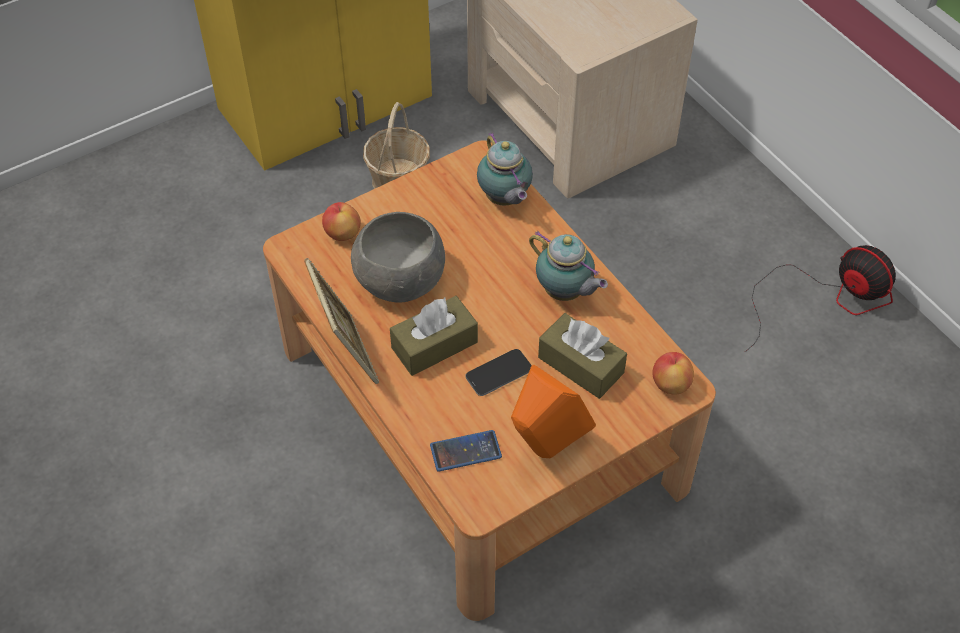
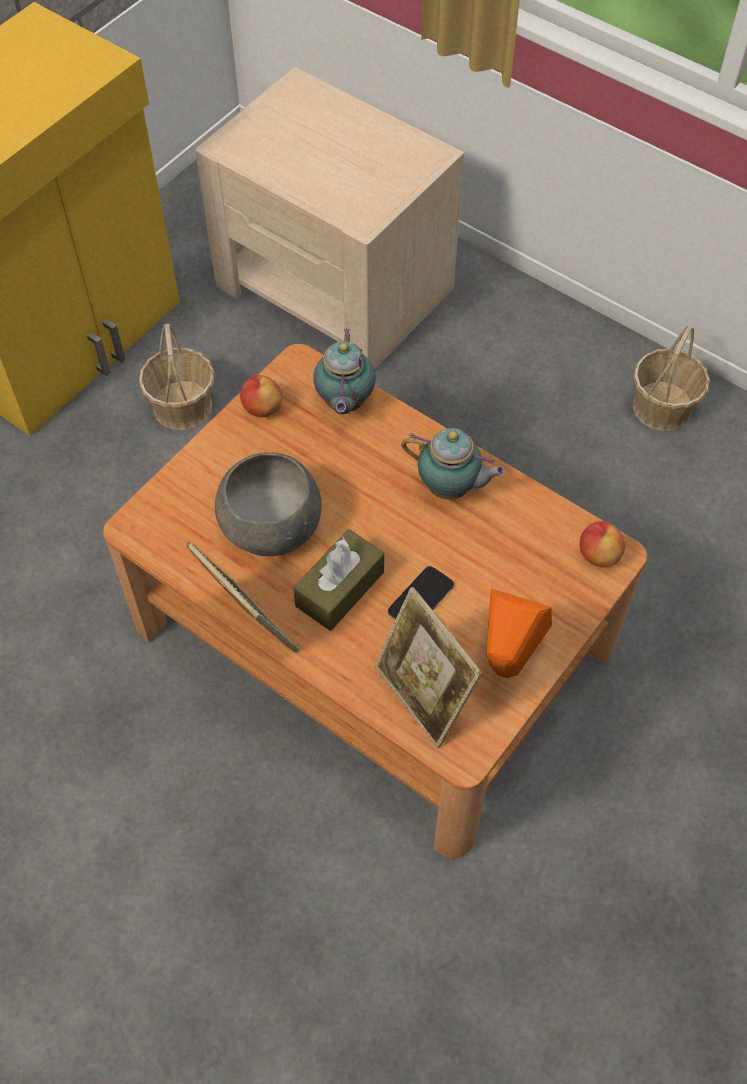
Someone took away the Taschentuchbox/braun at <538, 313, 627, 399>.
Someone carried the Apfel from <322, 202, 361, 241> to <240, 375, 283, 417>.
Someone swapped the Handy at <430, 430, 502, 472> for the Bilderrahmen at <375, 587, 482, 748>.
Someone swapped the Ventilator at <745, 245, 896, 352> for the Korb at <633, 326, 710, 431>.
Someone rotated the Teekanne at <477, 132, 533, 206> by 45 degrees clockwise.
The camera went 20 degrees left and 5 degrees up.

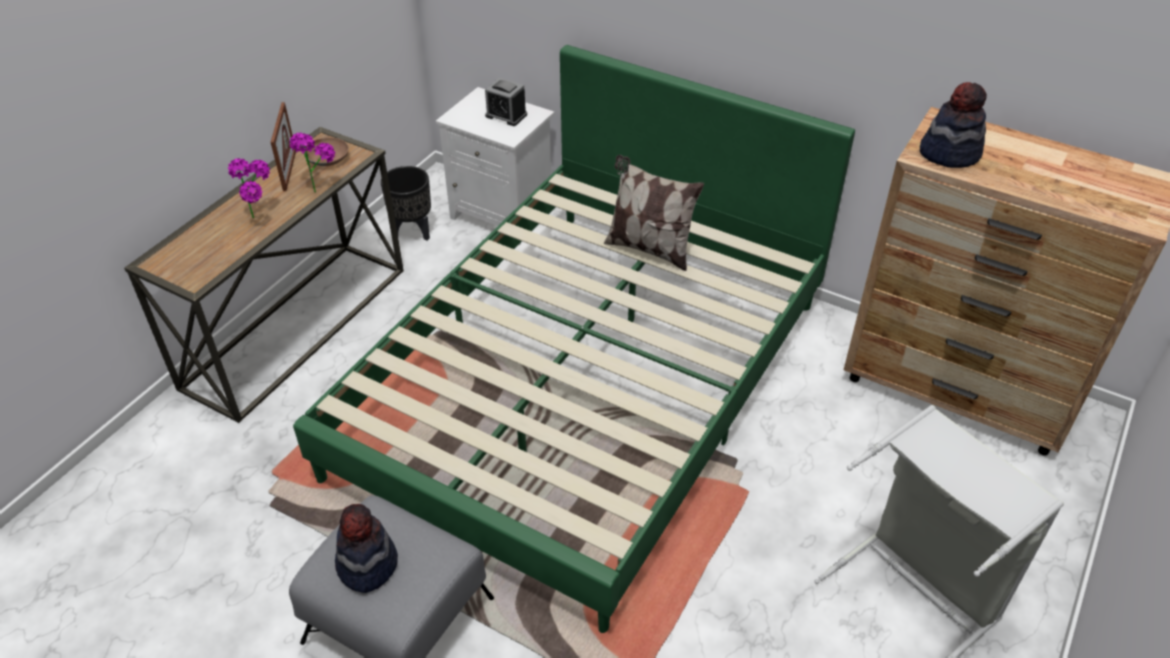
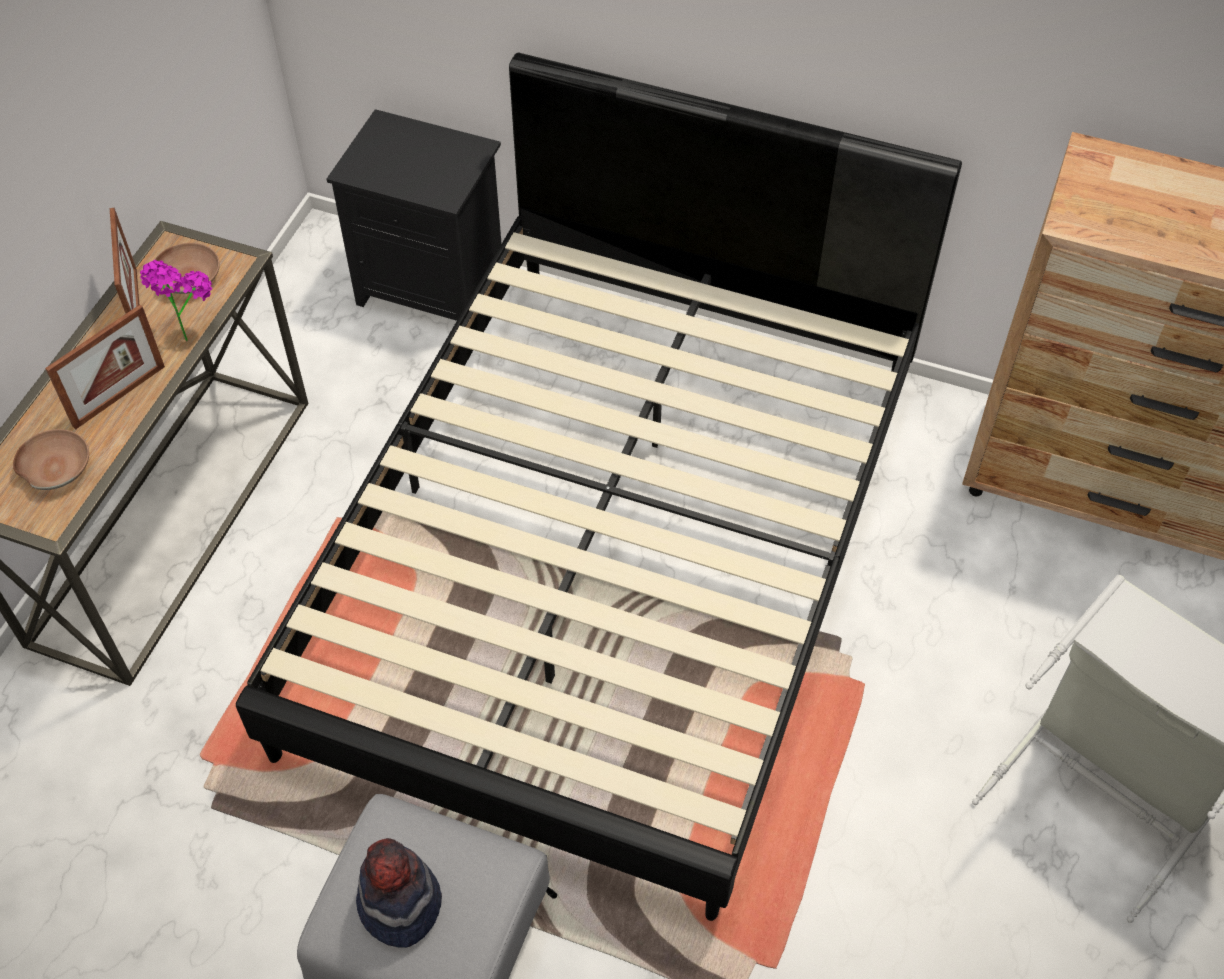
Someone took away the Pflanzkübel/schwarz at <381, 166, 431, 241>.
Someone took away the Wecker at <485, 78, 527, 126>.
Someone took away the Kissen at <604, 155, 704, 271>.
Someone took away the Hut at <920, 82, 987, 168>.
Someone put down the Schüssel/braun at <13, 429, 89, 490>.
Someone swapped the Topfpflanze at <228, 158, 270, 218> for the Bilderrahmen at <45, 305, 165, 430>.
Someone repainted the Bett/grün at <293, 45, 855, 633>, which became the Bett/schwarz at <236, 52, 962, 921>.
Someone repainted the Nachttisch/weiß at <436, 87, 554, 245>, which became the Nachttisch/schwarz at <326, 109, 502, 321>.
The camera went 10 degrees left and 10 degrees up.

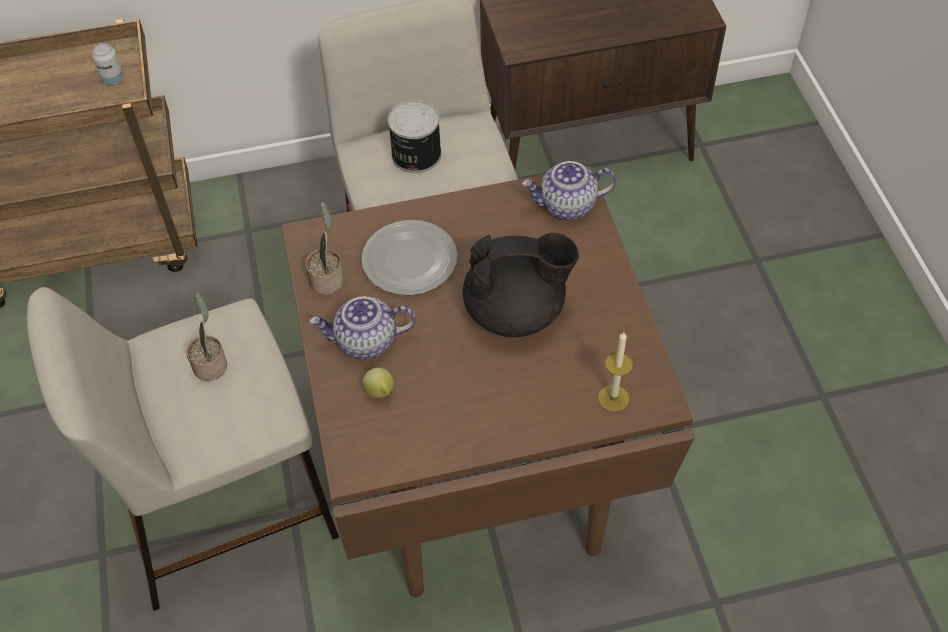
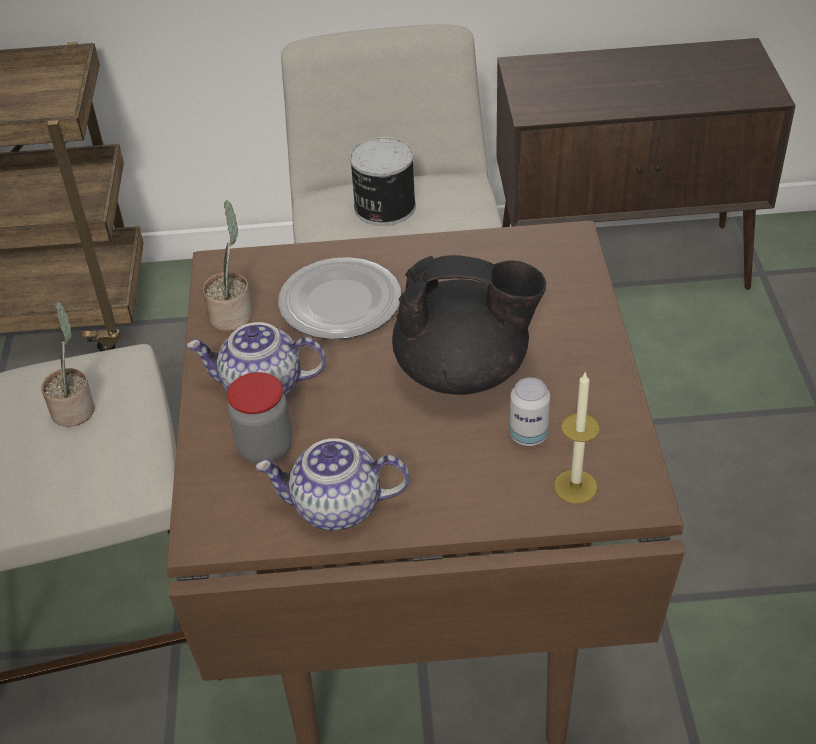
Someone carried the Dose from <92, 43, 124, 85> to <510, 378, 550, 446>.
Someone carried the Teekanne from <522, 161, 616, 220> to <256, 438, 410, 531>.
Someone swapped the Zitrone at <363, 368, 394, 398> for the Vorratsglas at <227, 372, 292, 464>.
The camera went 10 degrees right and 10 degrees down.

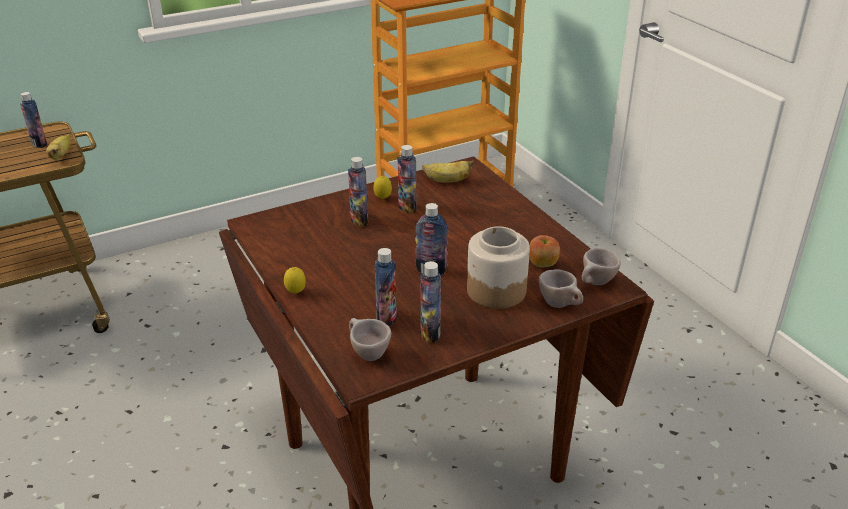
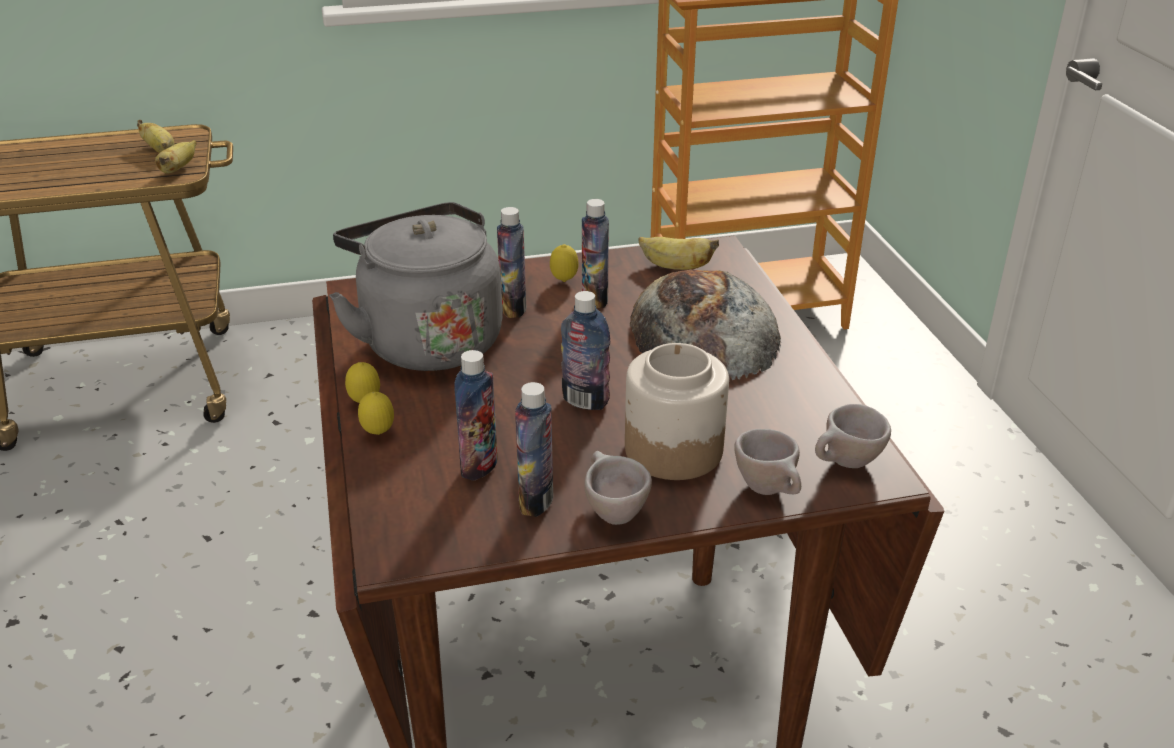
Someone took away the Apfel at <529, 235, 560, 268>.
Someone put down the Wasserkessel/grau at <329, 202, 503, 371>.
Someone put down the Zitrone at <358, 392, 394, 435>.
Someone put down the Brot at <630, 270, 781, 380>.
Someone carried the Tasse/beige from <349, 318, 391, 361> to <584, 451, 652, 525>.
Someone swapped the Flasche at <20, 92, 47, 148> for the Banane at <137, 120, 174, 153>.
The camera went 15 degrees right and 0 degrees up.

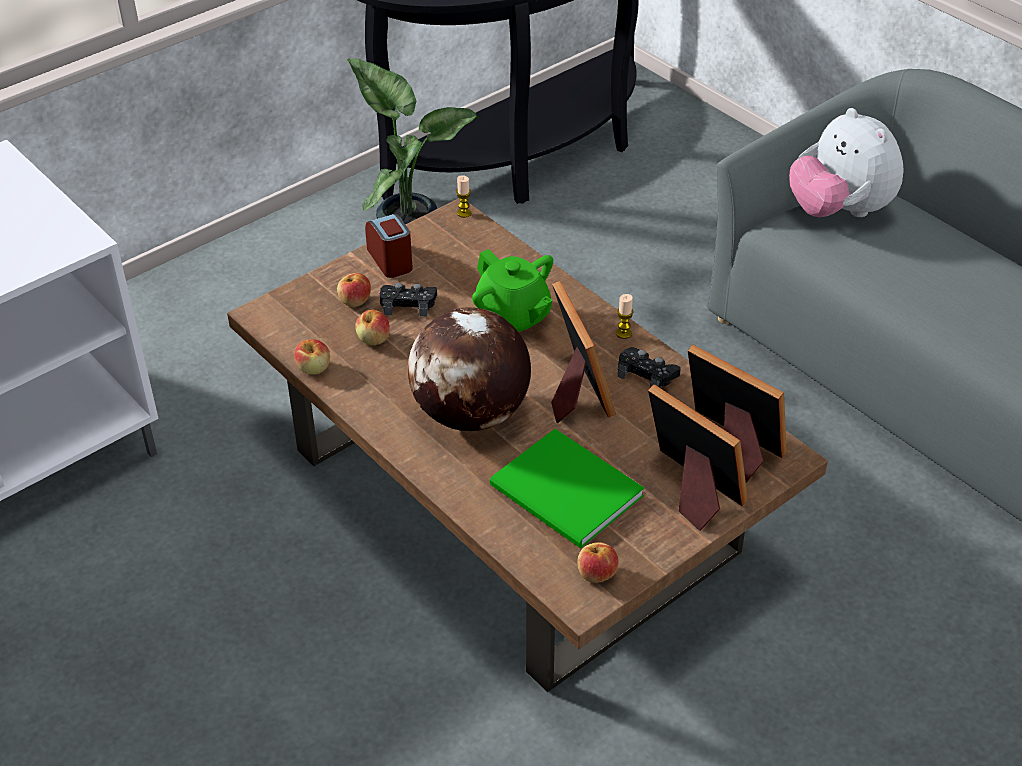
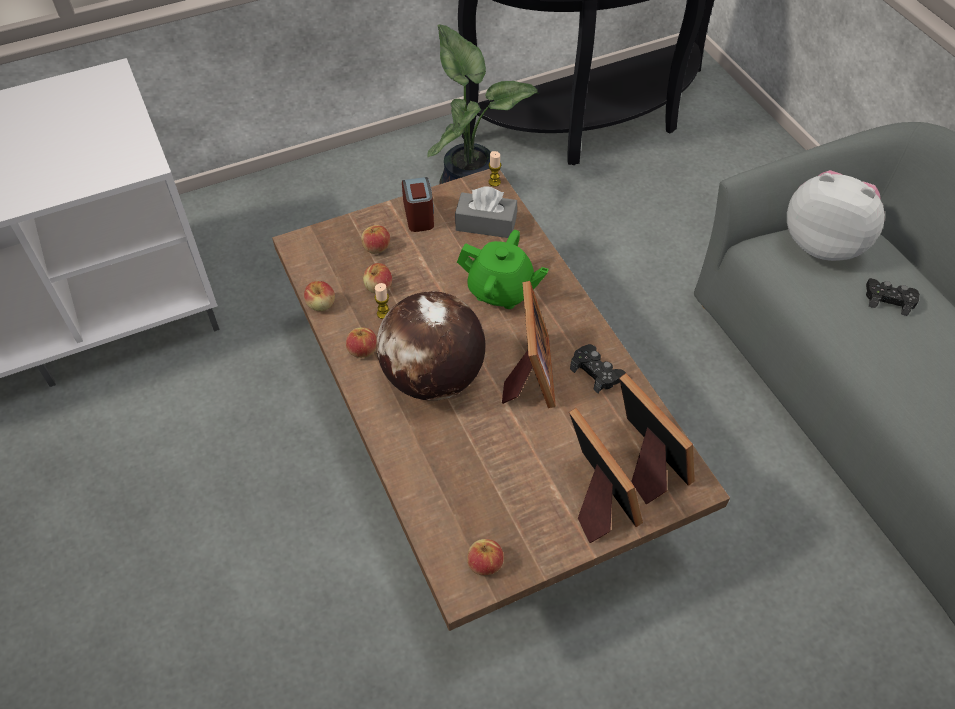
Someone took away the Buch/grün at <490, 429, 644, 548>.
Someone put down the Apfel at <346, 327, 377, 358>.
Someone put down the Taschentuchbox/grau at <455, 186, 517, 238>.
Someone carried the Gamepad/schwarz from <380, 283, 437, 316> to <866, 278, 920, 316>.
Someone carried the Kerze from <616, 294, 633, 339> to <374, 283, 389, 319>.
Someone rotated the Teekanne/grün at <472, 249, 553, 332> by 45 degrees counterclockwise.
Someone rotated the Plüschtier at <789, 108, 904, 217> by 135 degrees clockwise.
The camera went 15 degrees right and 10 degrees up.

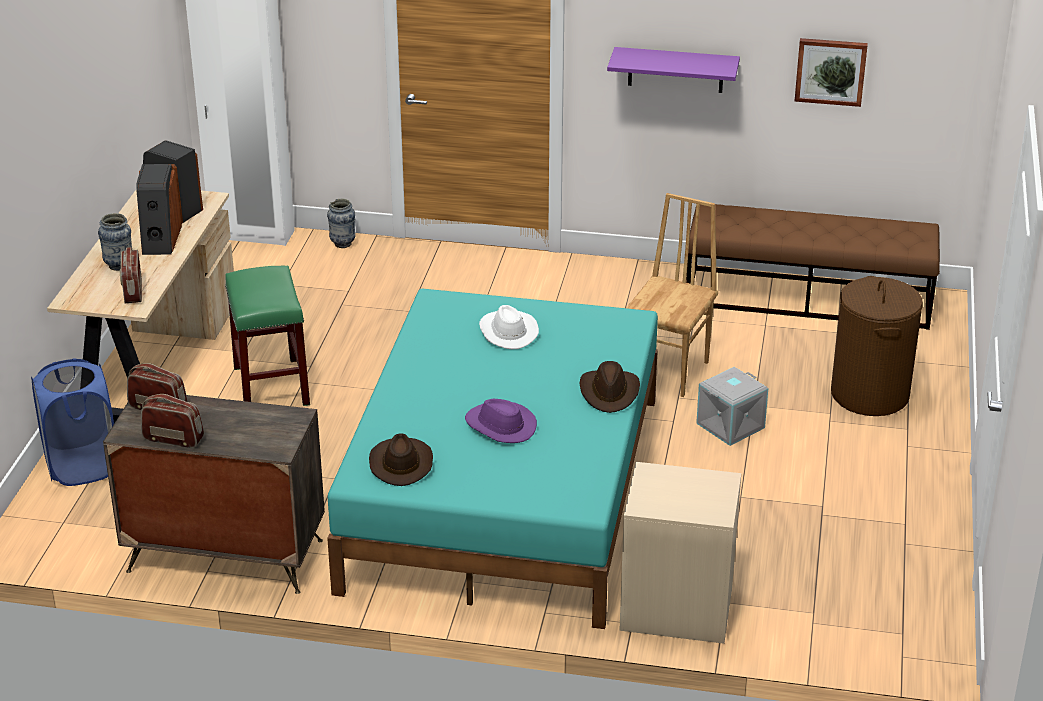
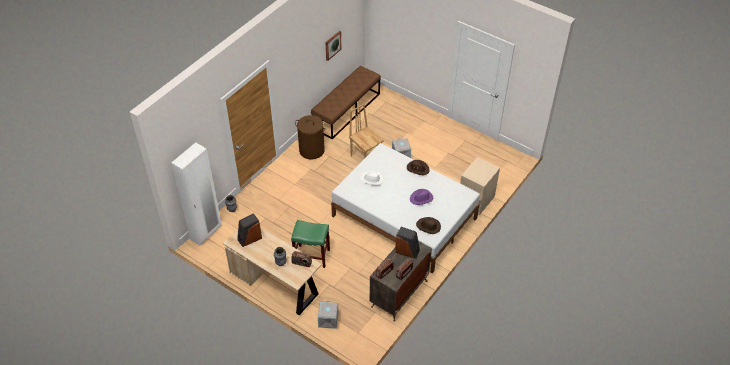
Someone took away the Wandregal/lila at <607, 47, 740, 93>.
Someone carried the Lautsprecher from <136, 164, 182, 255> to <395, 227, 420, 259>.
Someone carried the Wäschekorb/braun from <831, 276, 923, 416> to <295, 115, 325, 160>.
Someone swapped the Wäschekorb/blau at <31, 359, 114, 486> for the Aufbewahrungsbox/grau at <318, 301, 339, 329>.
Someone repainted the Bett/türkis at <327, 289, 658, 629>, which became the Bett/weiß at <331, 143, 480, 273>.
The camera went 65 degrees left and 15 degrees up.

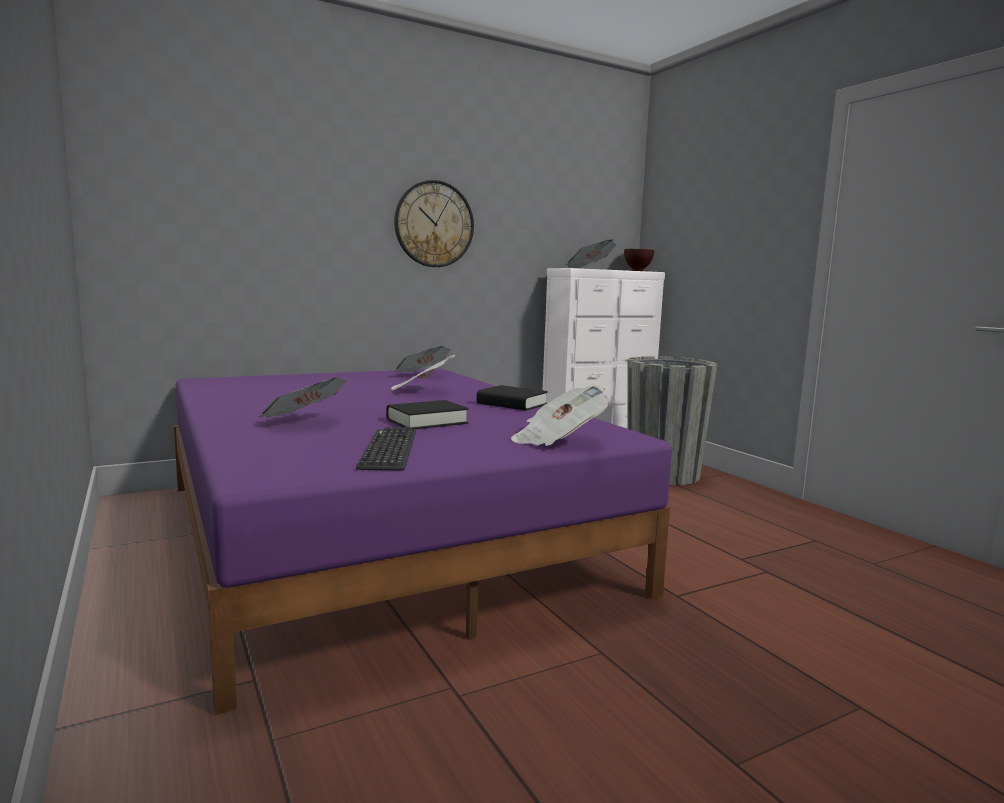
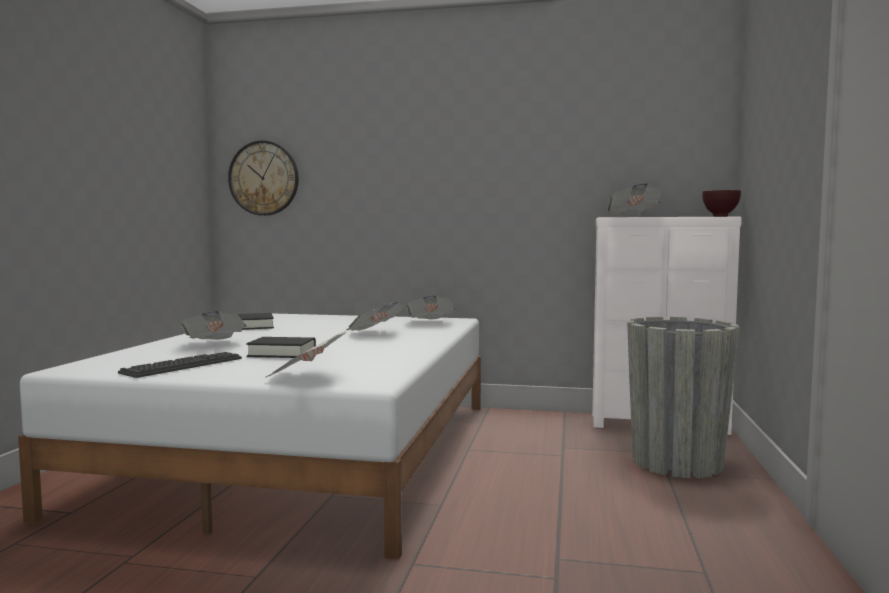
Someone carried the Wanduhr from <394, 180, 474, 267> to <228, 140, 299, 216>.
Someone carried the Buch/schwarz from <477, 385, 548, 411> to <238, 313, 274, 330>.
Someone repainted the Bett/lila at <174, 369, 672, 715>, which became the Bett/weiß at <18, 313, 481, 560>.
The camera went 40 degrees right and 5 degrees down.

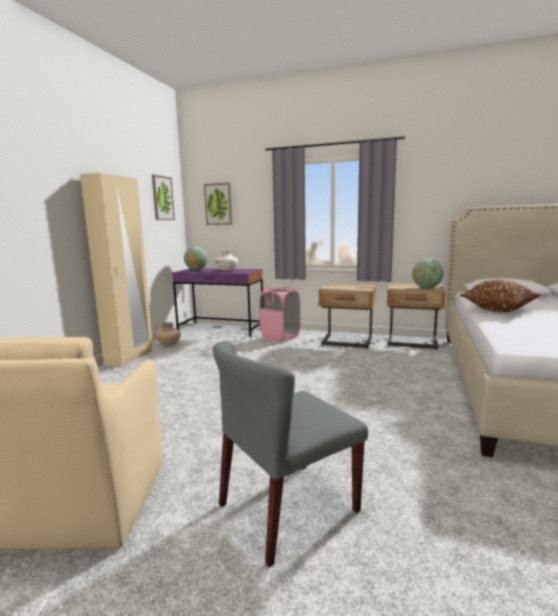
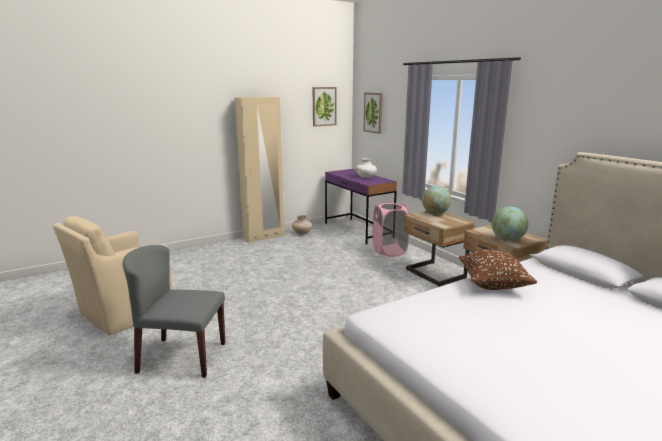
Someone carried the Globus from <184, 246, 208, 270> to <422, 186, 451, 214>.
The camera went 40 degrees right and 5 degrees up.

